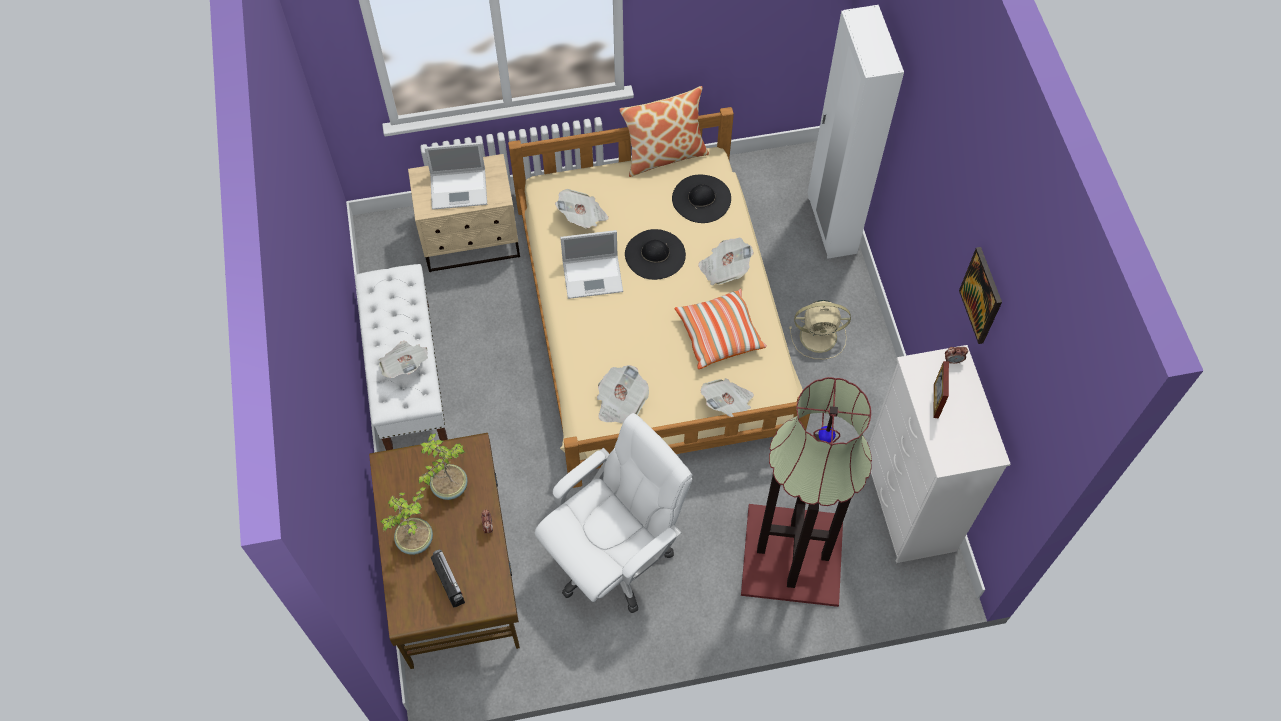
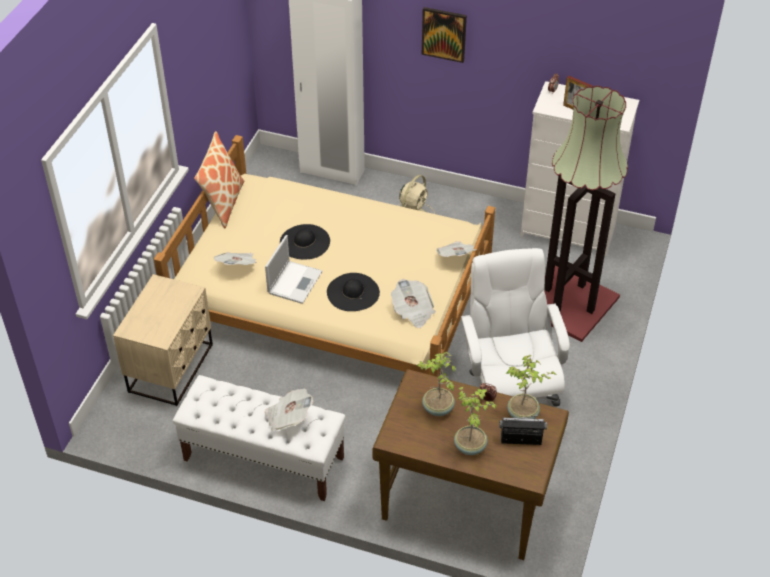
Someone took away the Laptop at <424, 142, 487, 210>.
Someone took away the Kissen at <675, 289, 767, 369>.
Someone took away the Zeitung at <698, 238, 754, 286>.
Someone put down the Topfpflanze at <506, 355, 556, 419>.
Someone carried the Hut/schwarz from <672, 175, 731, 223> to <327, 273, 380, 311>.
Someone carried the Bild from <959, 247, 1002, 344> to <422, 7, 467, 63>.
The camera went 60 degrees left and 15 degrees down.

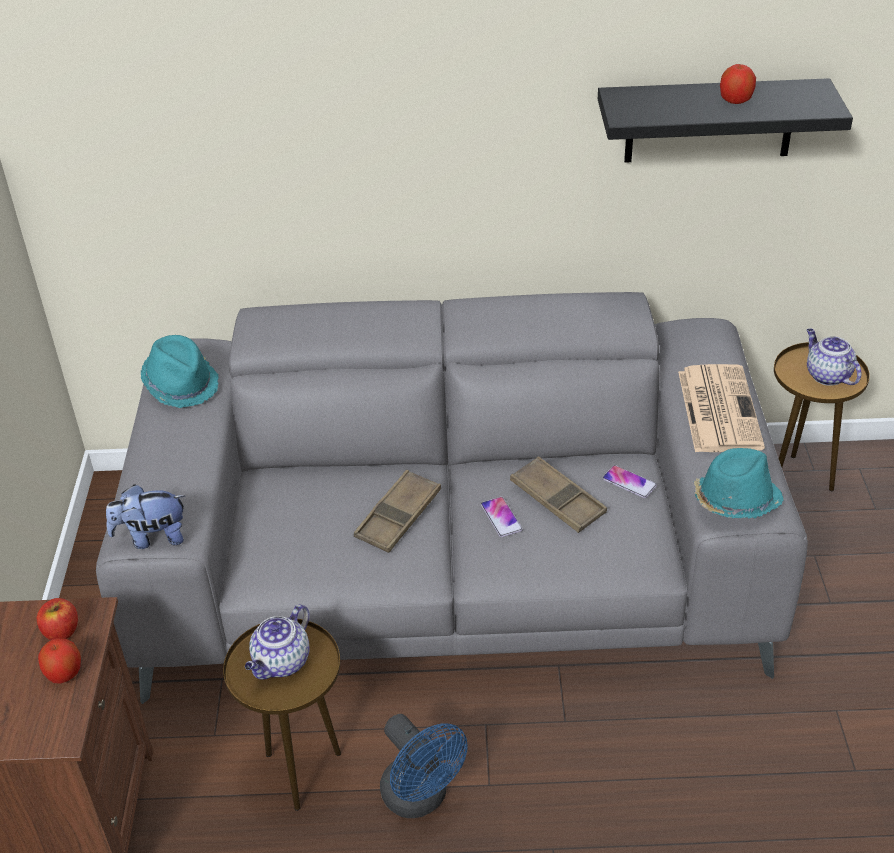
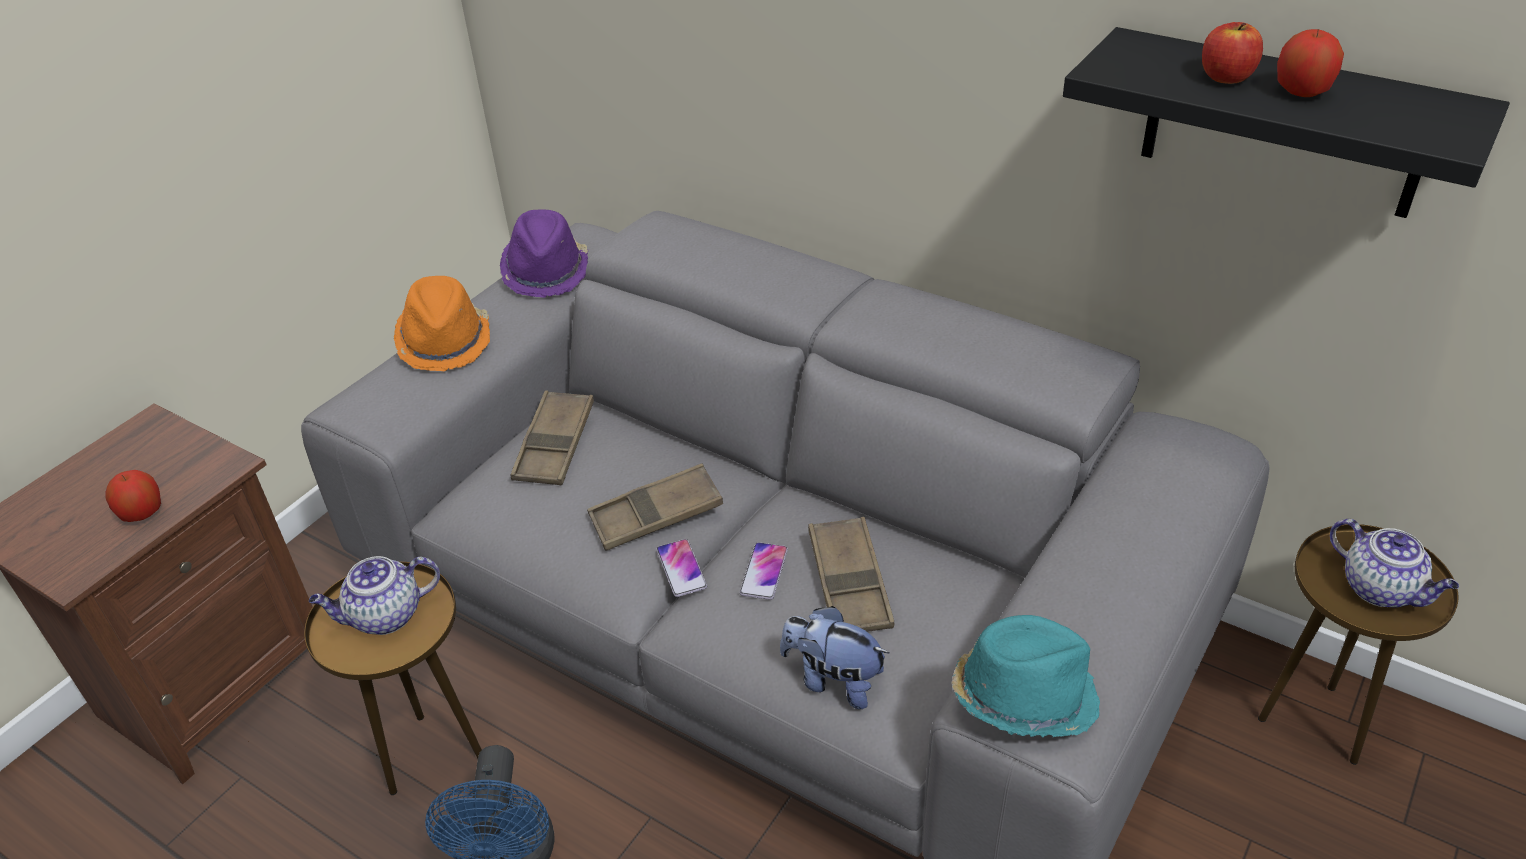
Someone took away the Zeitung at <678, 364, 765, 452>.
Someone put down the Hut/orange at <394, 276, 490, 371>.
Someone put down the Tablett/braun at <511, 390, 594, 485>.
Someone carried the Apfel from <37, 598, 78, 640> to <1202, 22, 1263, 84>.
Someone carried the Plüschtier from <106, 484, 185, 549> to <780, 606, 890, 709>.
Someone carried the Handy from <602, 465, 657, 498> to <656, 539, 707, 597>.
Someone repainted the Hut/türkis at <141, 335, 219, 408>, which became the Hut/lila at <500, 209, 588, 298>.
Someone rotated the Teekanne at <807, 329, 862, 386> by 135 degrees clockwise.
The camera went 35 degrees right and 0 degrees up.

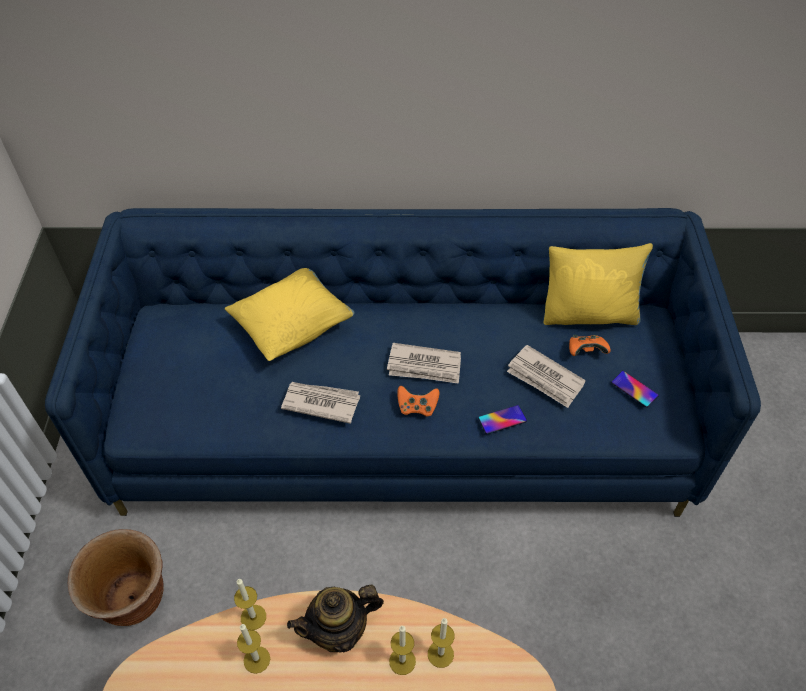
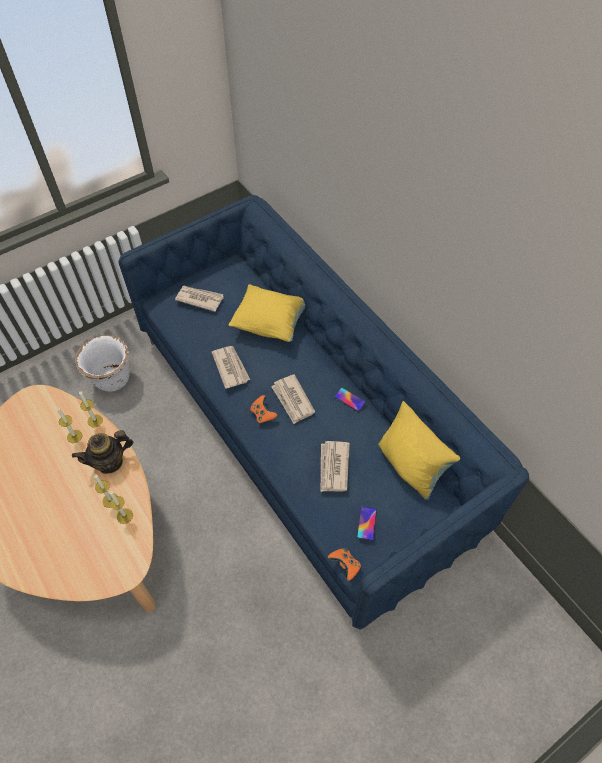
Someone put down the Zeitung at <175, 286, 224, 312>.
Someone carried the Handy from <478, 405, 527, 434> to <334, 388, 366, 412>.
Someone carried the Gamepad/orange from <569, 335, 611, 356> to <328, 548, 361, 581>.
Someone repainted the Pflanzkübel/braun at <68, 529, 164, 626>, which became the Pflanzkübel/weiß at <75, 335, 130, 392>.
Someone rotated the Teekanne at <287, 584, 384, 653> by 60 degrees counterclockwise.
The camera went 55 degrees right and 5 degrees up.

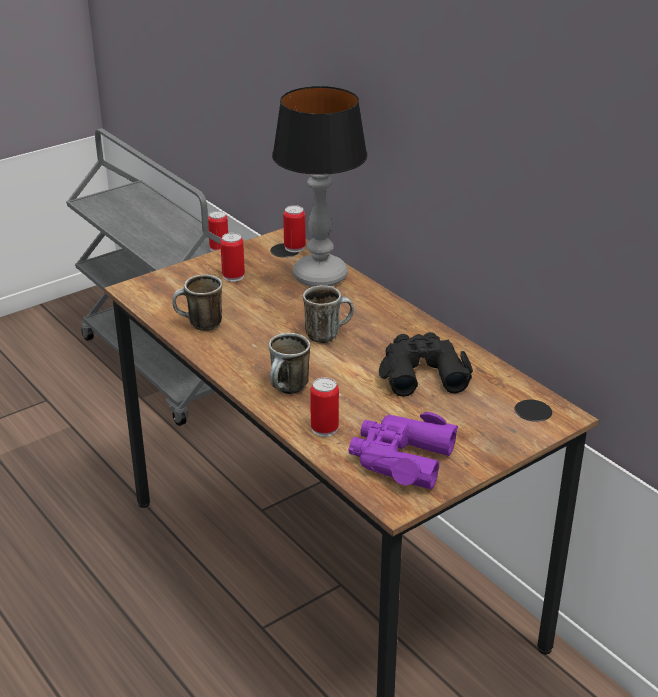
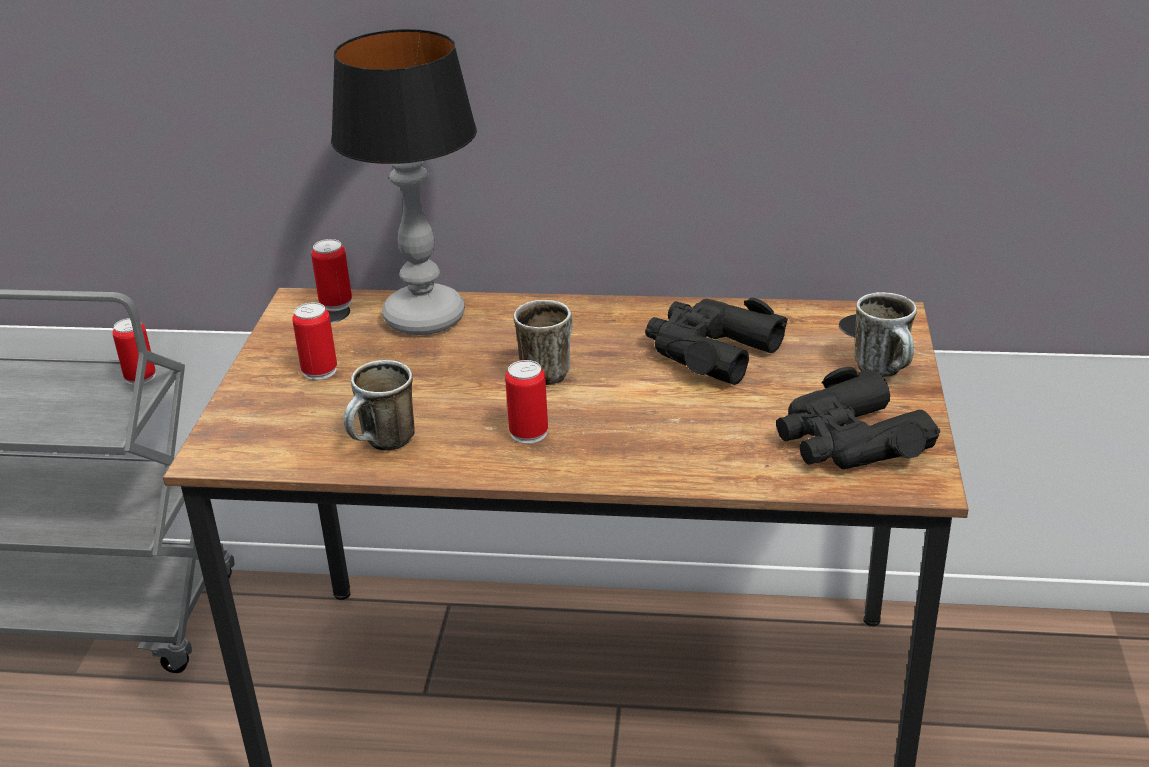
Someone carried the Henkelbecher from <269, 333, 310, 394> to <854, 292, 917, 377>.
Someone carried the Dose from <310, 377, 339, 437> to <505, 360, 548, 444>.
Someone repainted the Fernglas/lila at <349, 412, 458, 489>, which became the Fernglas/schwarz at <776, 367, 940, 469>.
The camera went 45 degrees left and 0 degrees up.

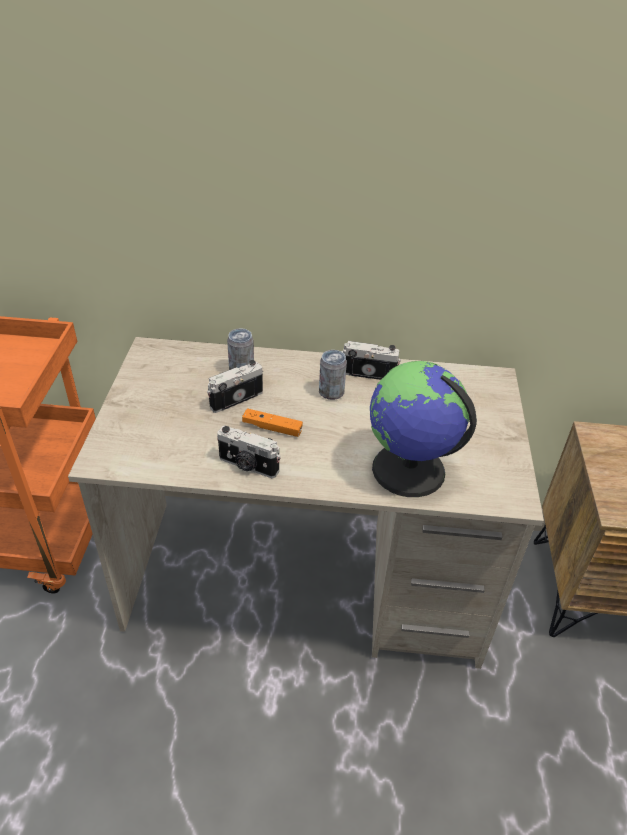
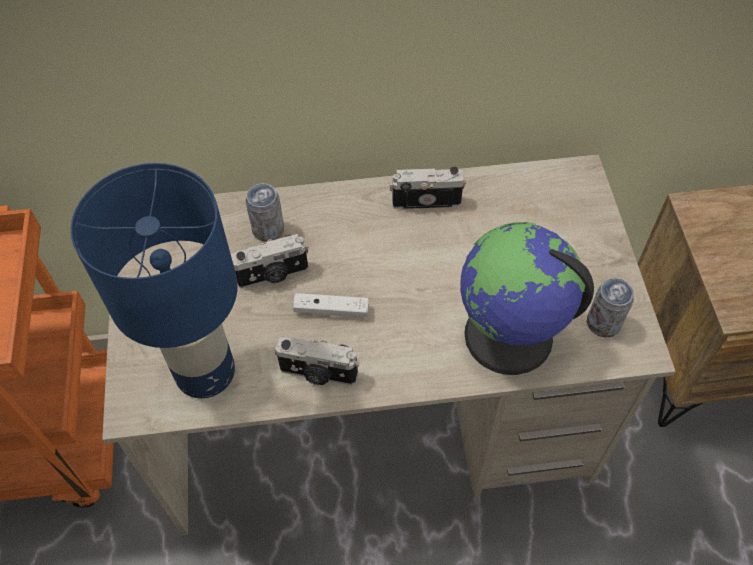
Someone put down the Tischlampe/blau at <71, 163, 238, 398>.
Someone carried the Dose from <319, 350, 347, 400> to <587, 278, 634, 338>.
Someone repainted the Gamepad/orange at <242, 408, 303, 437>, which became the Gamepad/weiß at <293, 293, 369, 318>.
Someone rotated the Kamera at <207, 360, 263, 413> by 150 degrees counterclockwise.
The camera went 10 degrees left and 15 degrees up.

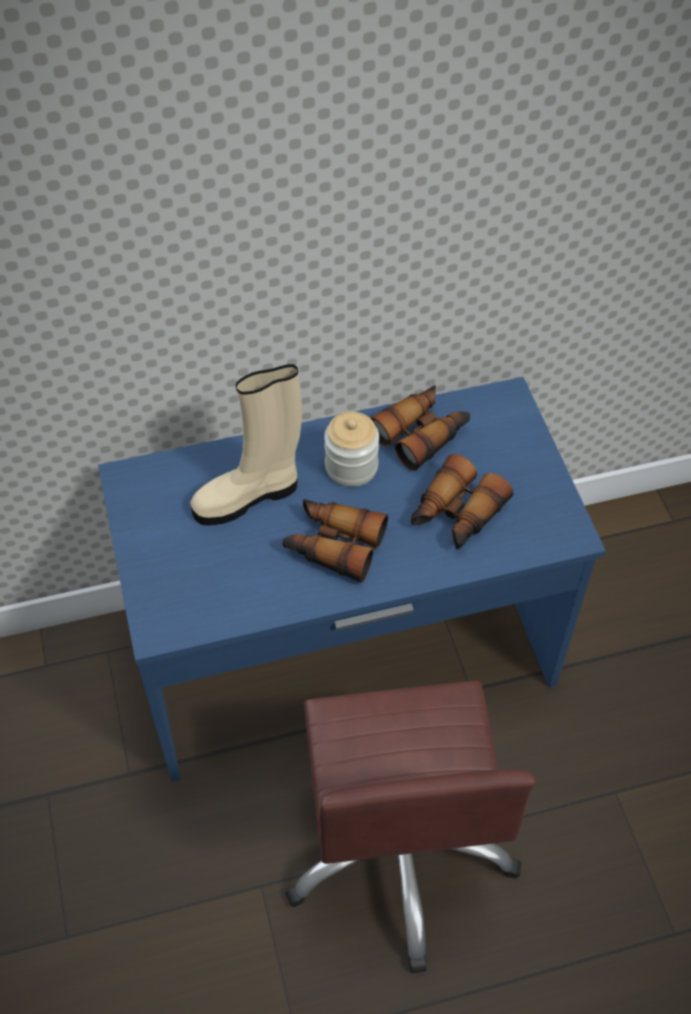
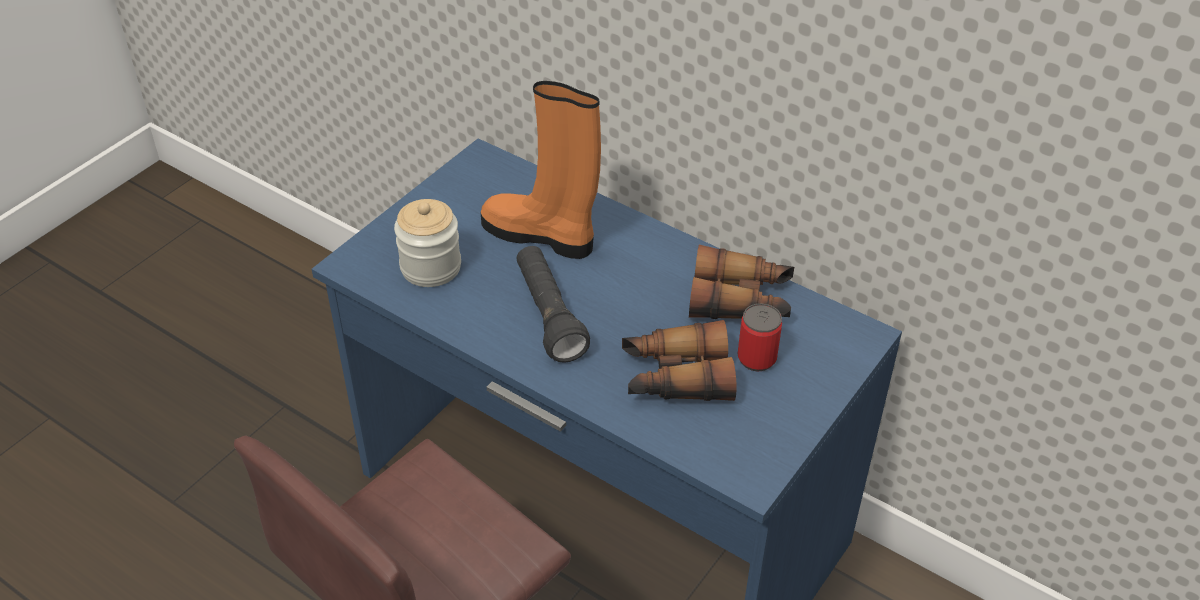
Someone put down the Dose at <738, 304, 782, 371>.
Someone carried the Vorratsglas from <324, 412, 379, 487> to <394, 199, 461, 287>.
Someone swapped the Fernglas at <283, 499, 388, 583> for the Taschenlampe/schwarz at <516, 246, 590, 363>.
Someone repainted the Stiefel/beige at <190, 364, 302, 525>, which became the Stiefel/orange at <481, 81, 601, 259>.
The camera went 50 degrees right and 10 degrees down.

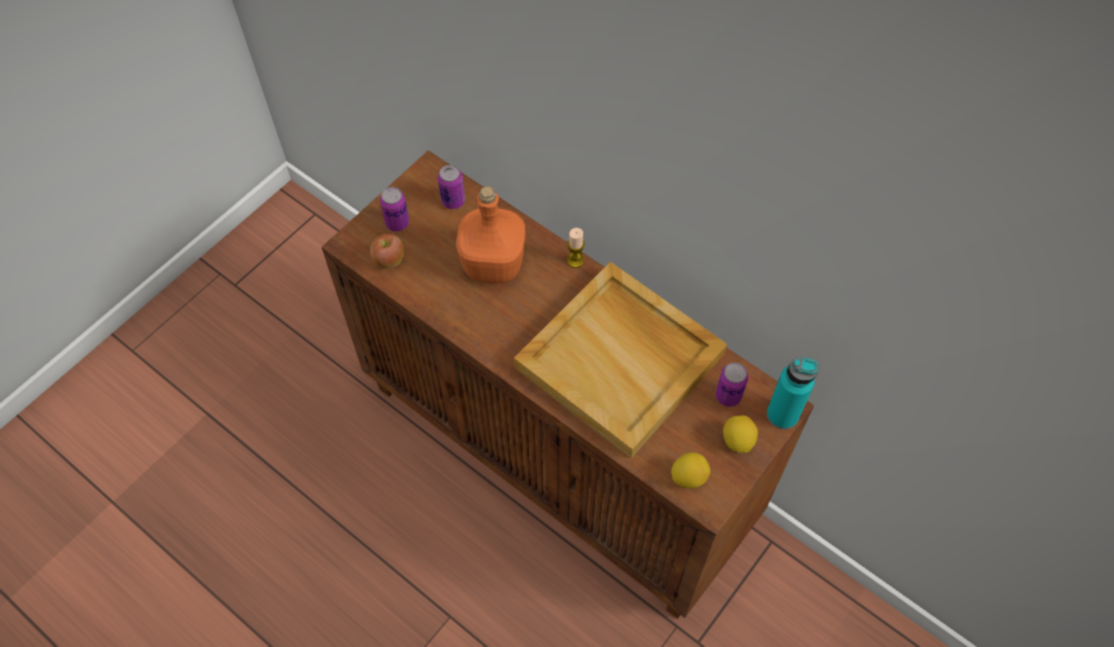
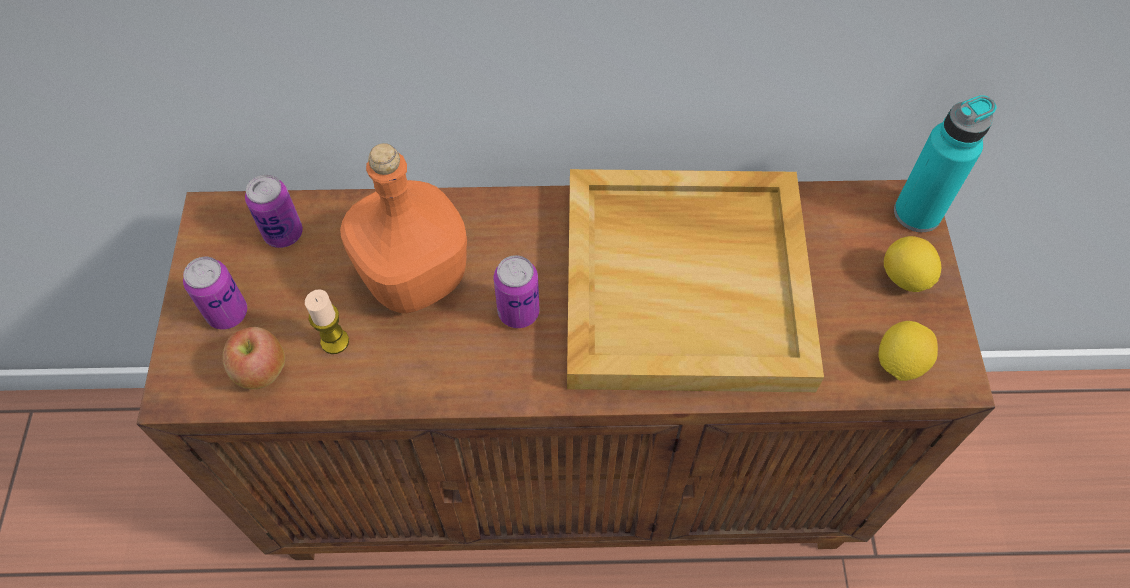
Someone carried the Kerze from <567, 228, 585, 268> to <305, 289, 349, 354>.
Someone carried the Dose from <716, 363, 748, 407> to <494, 255, 540, 328>.
The camera went 40 degrees left and 0 degrees up.

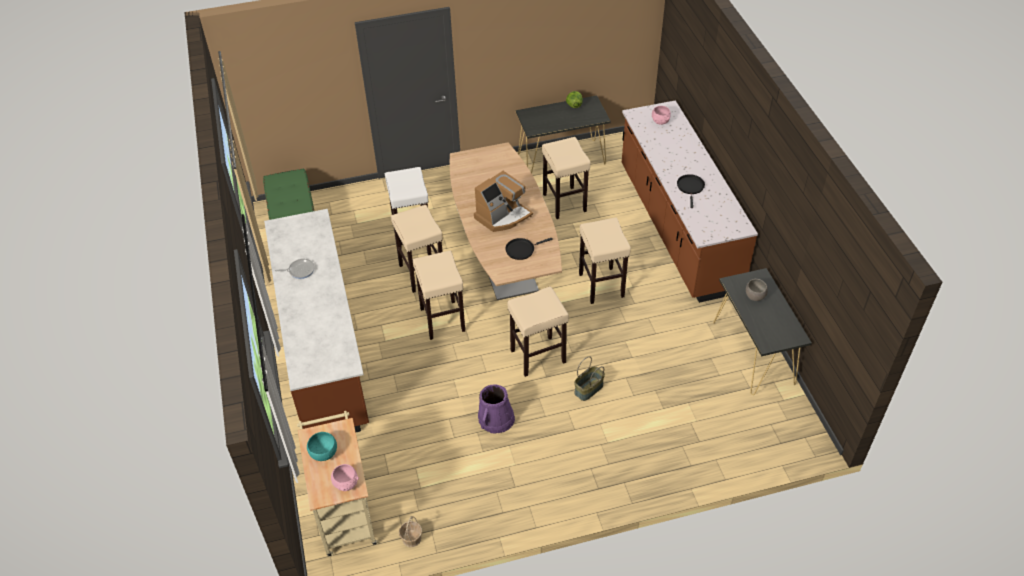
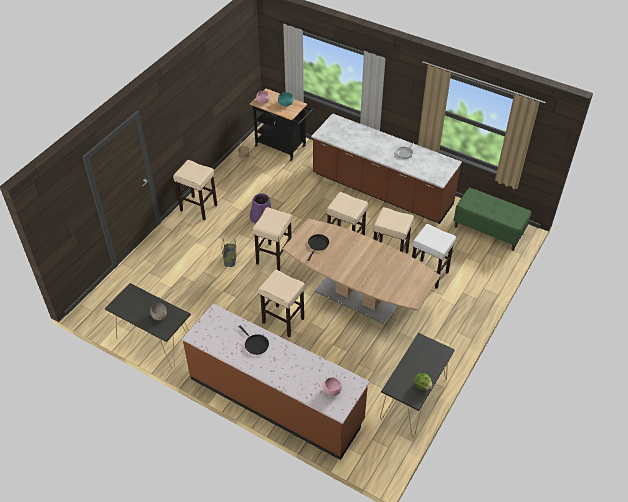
Someone took away the Kaffeemaschine at <474, 171, 533, 232>.
Someone carried the Hocker/beige from <542, 137, 591, 219> to <173, 160, 217, 220>.
Someone repainted the Rollwagen/beige at <297, 411, 379, 557>, which became the Rollwagen/schwarz at <250, 89, 314, 161>.
The camera went 135 degrees right and 0 degrees up.

